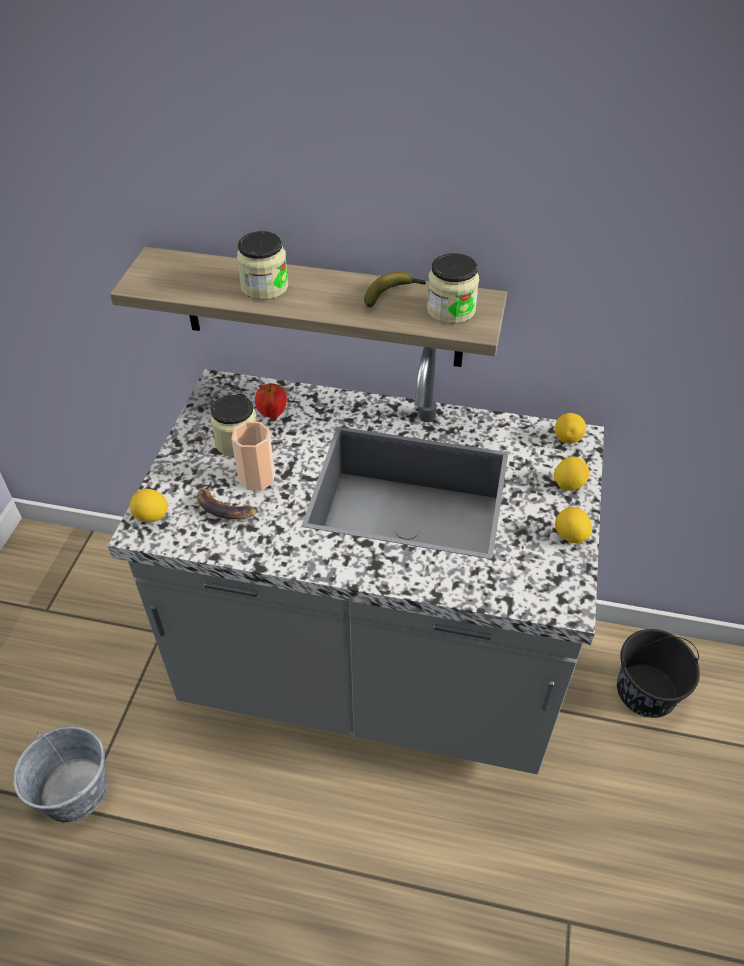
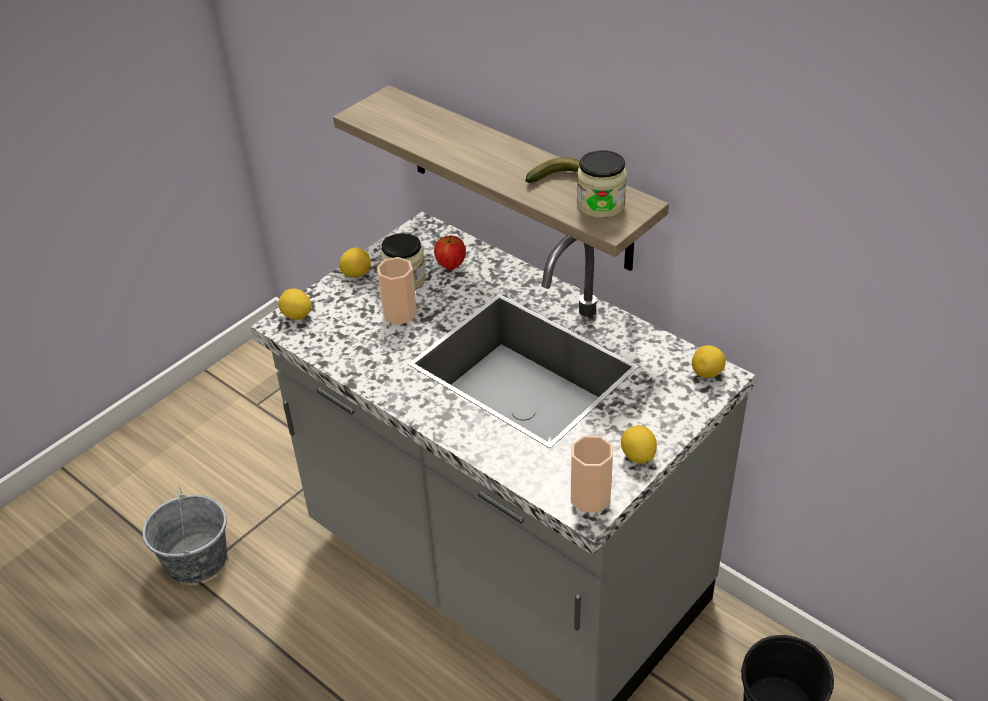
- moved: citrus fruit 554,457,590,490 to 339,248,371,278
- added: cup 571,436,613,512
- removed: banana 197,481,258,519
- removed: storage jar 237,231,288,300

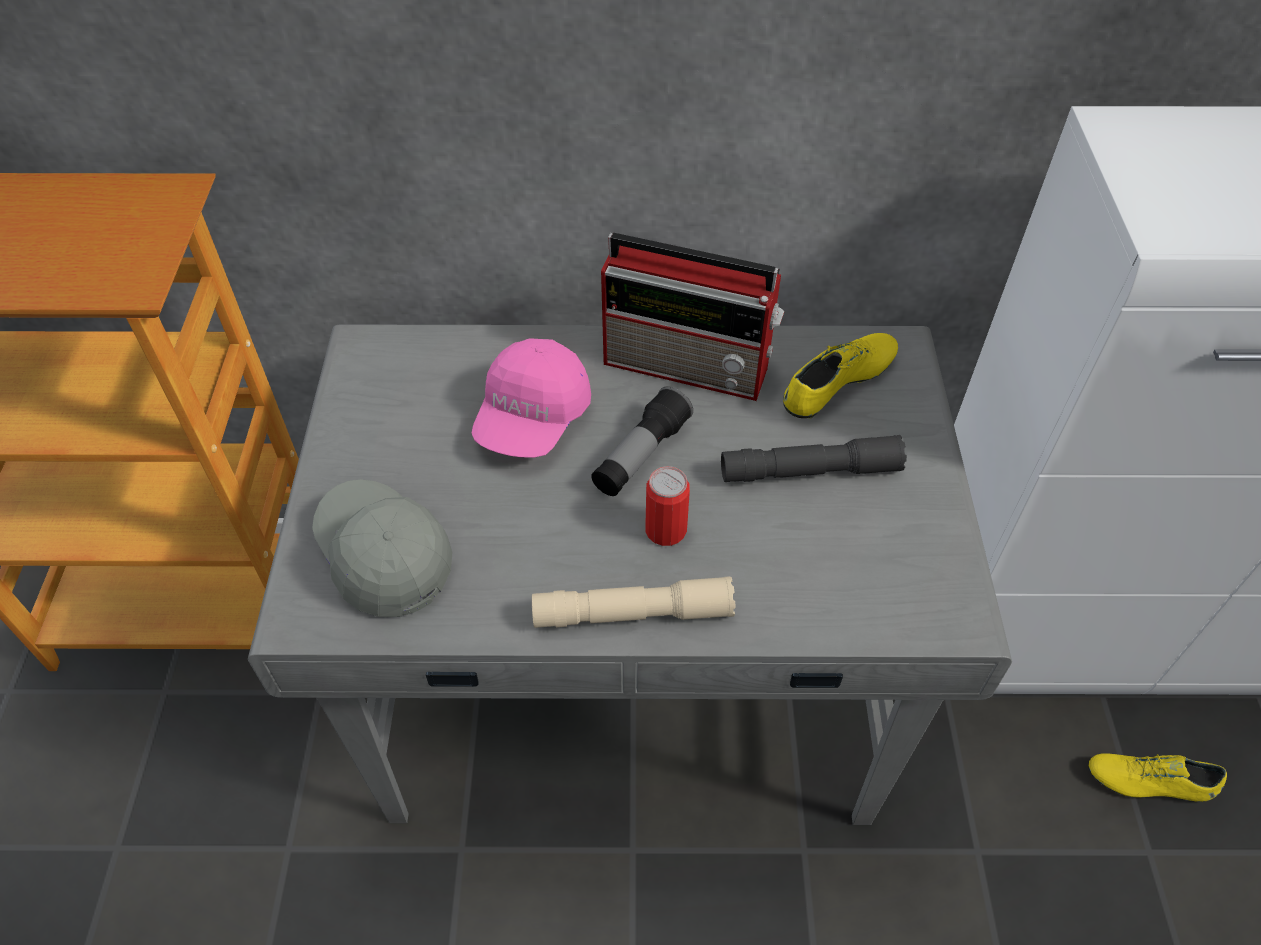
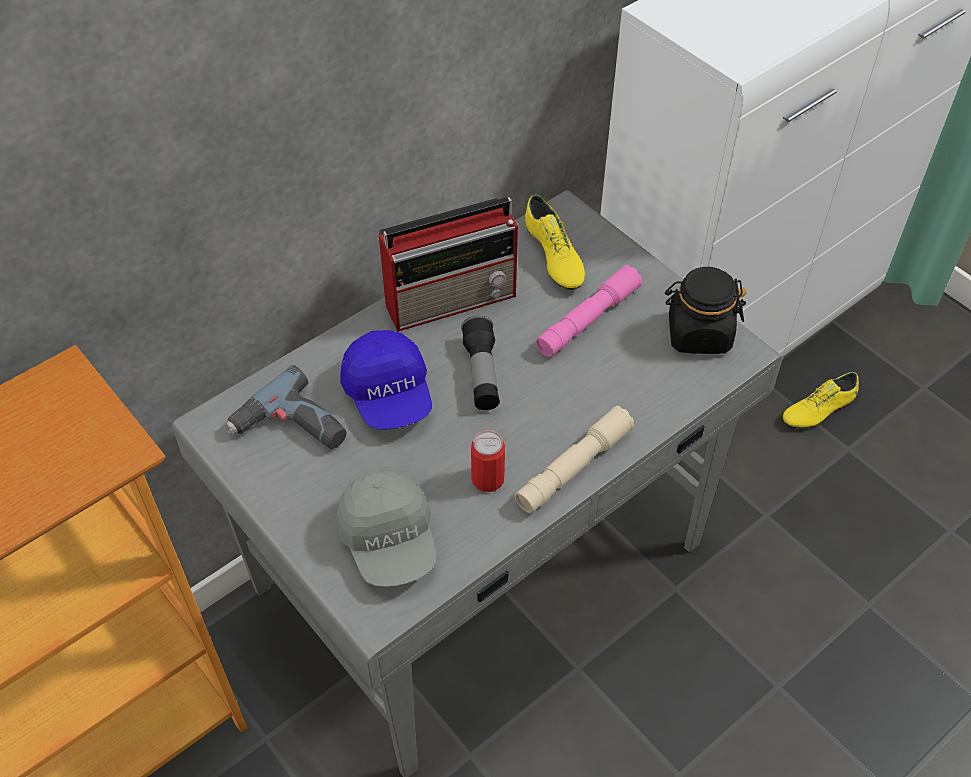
- added: drill 227,365,346,449
- turned: gray baseball cap 312,479,452,617 = 336,471,436,587 120 degrees counterclockwise
- recoloured: pink-coloured baseball cap 471,338,591,458 to bluish baseball cap 340,330,432,429
- moved: sealed can 645,466,690,546 to 471,430,505,492
- turned: yellow shoe 783,333,898,419 = 525,195,585,290 150 degrees clockwise
- recoloured: gray torch 721,435,907,482 to pink-coloured torch 536,265,642,357
- added: black-coloured storage jar 665,267,747,354

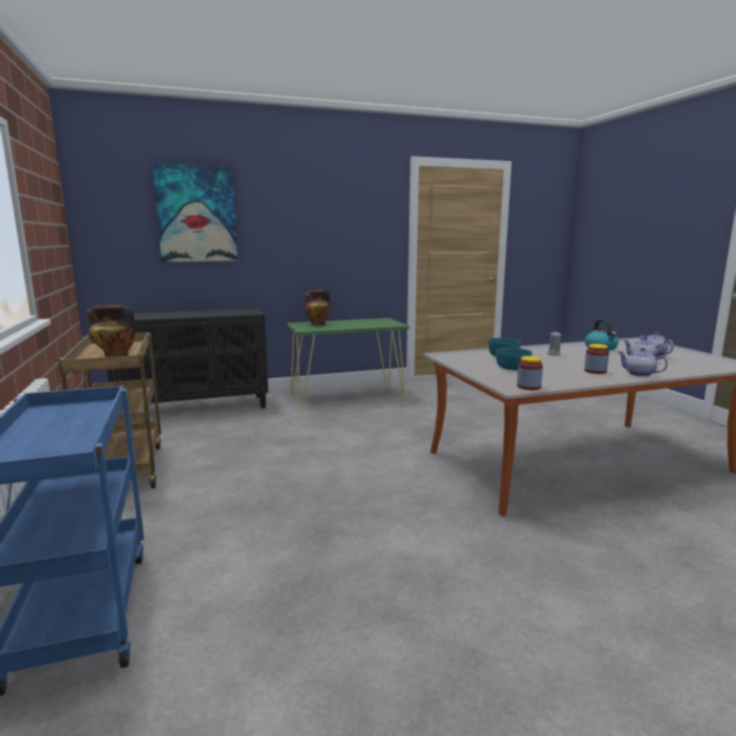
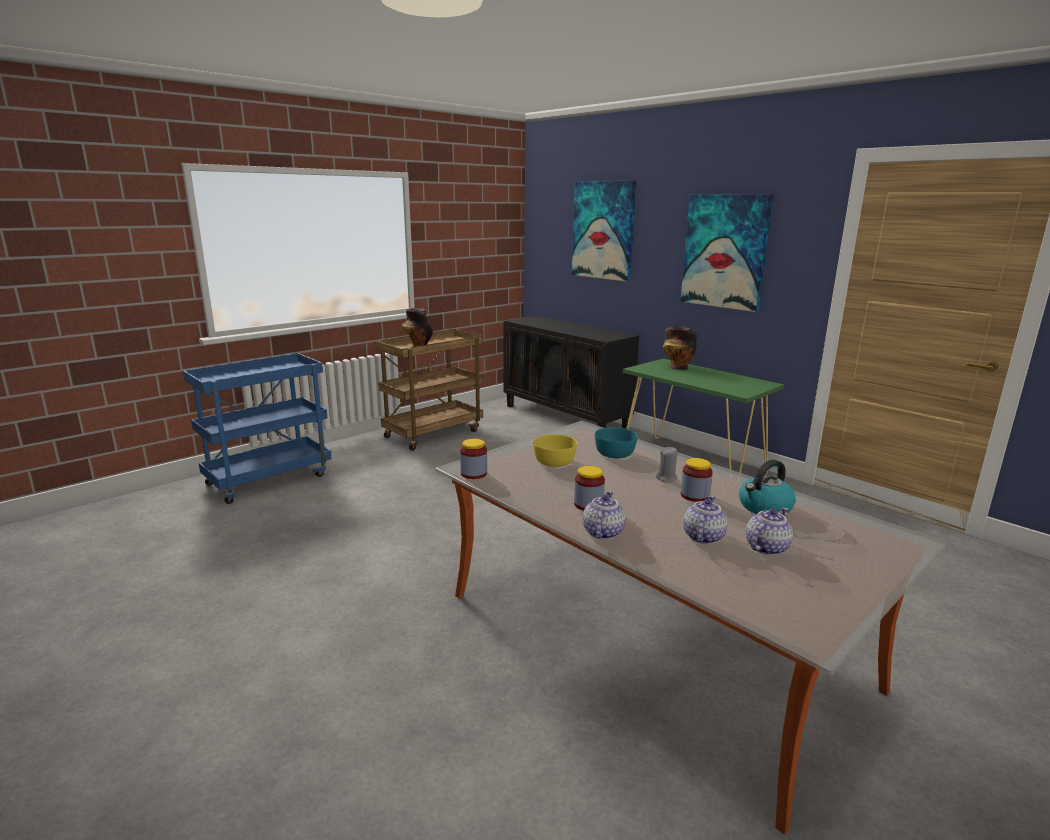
- recoloured: turquoise serving bowl 496,348,532,370 to yellow serving bowl 533,434,577,467
- added: picture 680,194,774,312
- added: storage jar 681,458,713,502

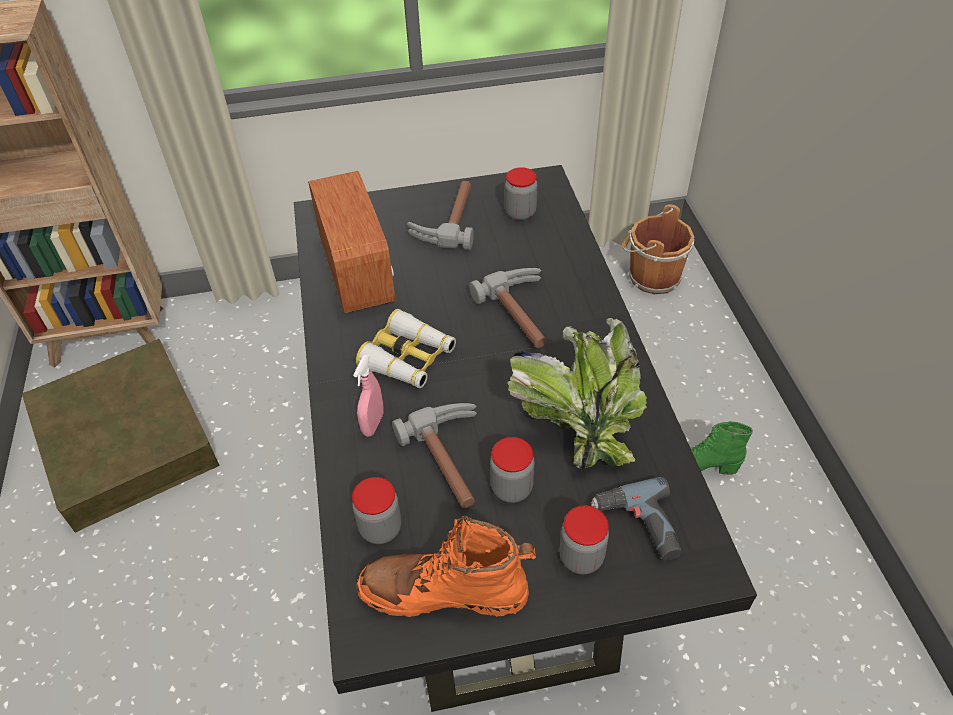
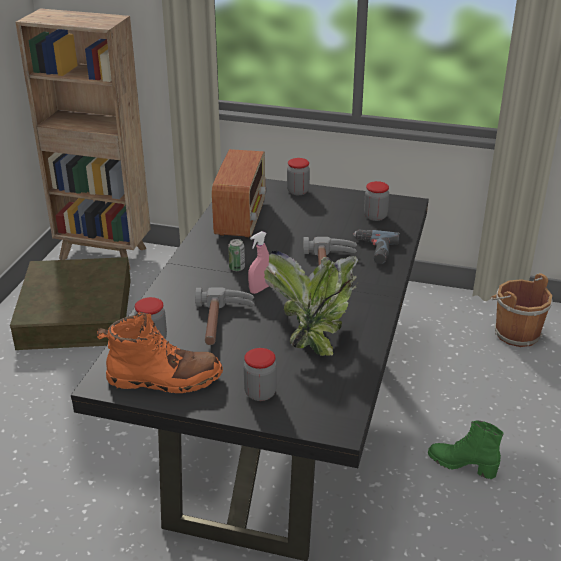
- turned: orange-coloured tall boot 356,515,536,617 = 97,312,223,393 150 degrees clockwise
- replaced: field glasses 356,309,456,388 to sealed can 228,239,245,271
- moved: pink-coloured sprayer 353,355,384,437 to 248,231,269,294
- moved: storage jar 490,437,534,503 to 287,158,310,195
- moved: drill 591,477,681,560 to 353,230,400,264
- removed: hand hammer 407,181,474,250

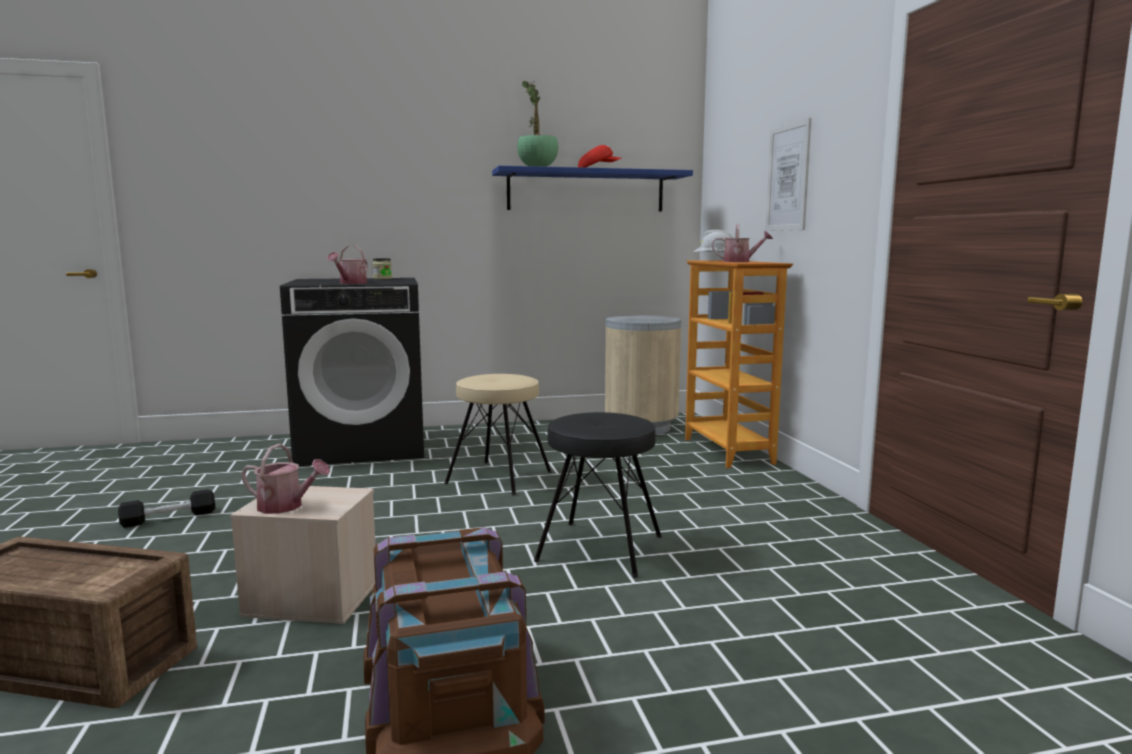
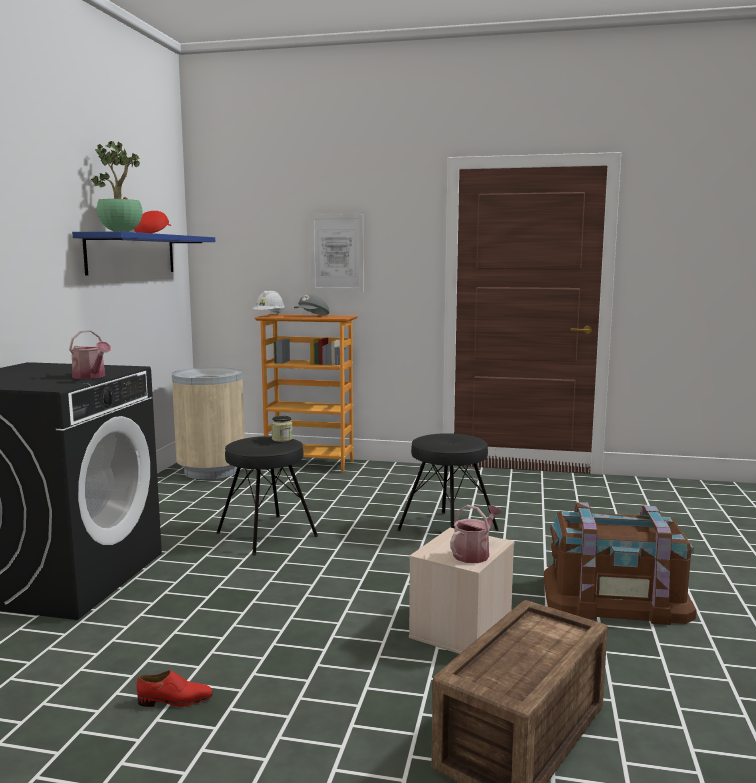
- replaced: black-coloured dumbbell 118,489,215,528 to reddish shoe 137,670,213,707
- recoloured: beige sitting stool 444,374,551,496 to black-coloured sitting stool 217,436,318,556
- moved: storage jar 372,258,392,279 to 271,416,293,442
- replaced: watering pot 712,224,773,262 to gray baseball cap 294,295,329,315

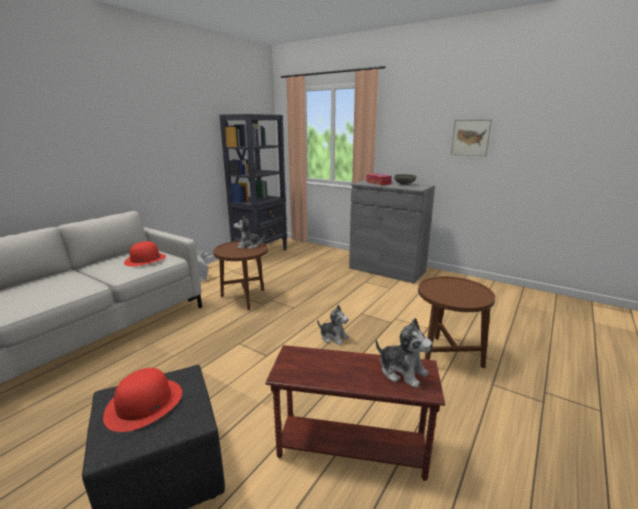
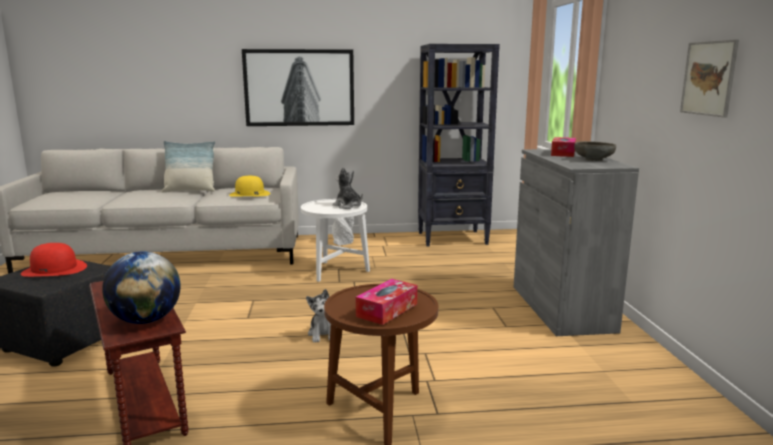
- replaced: soft toy 375,318,433,388 to world globe 102,251,181,324
- added: throw pillow 162,141,215,192
- recoloured: reddish wearable hat 124,241,166,266 to yellow wearable hat 229,176,271,197
- added: picture 242,49,354,126
- recoloured: brownish side table 213,241,268,310 to white side table 301,199,370,282
- added: tissue holder 356,279,417,325

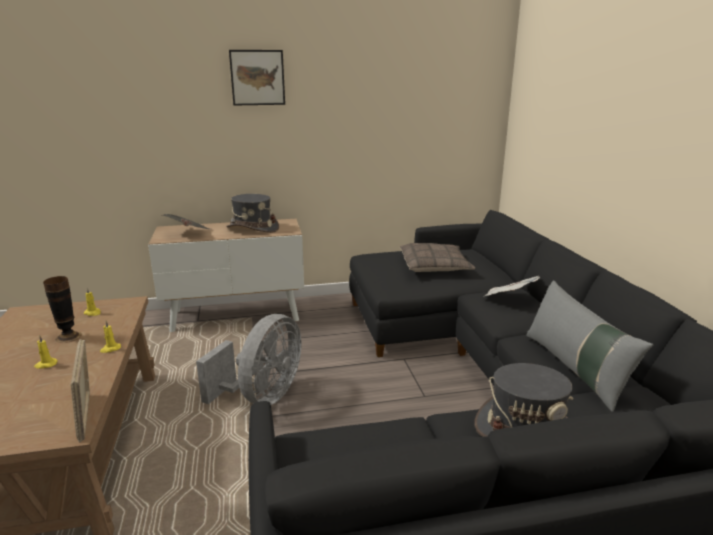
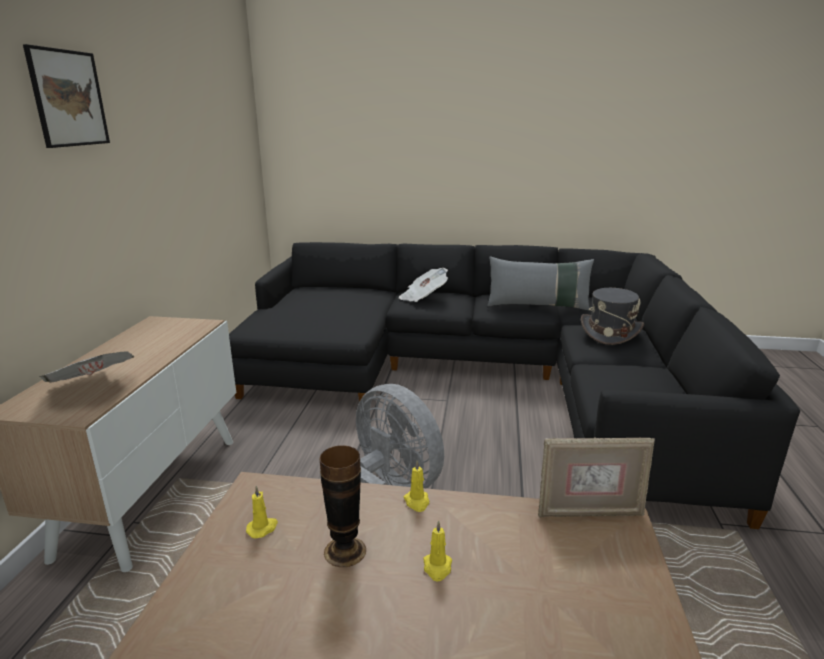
- removed: gray wearable hat 226,194,279,233
- removed: throw pillow 400,243,475,272

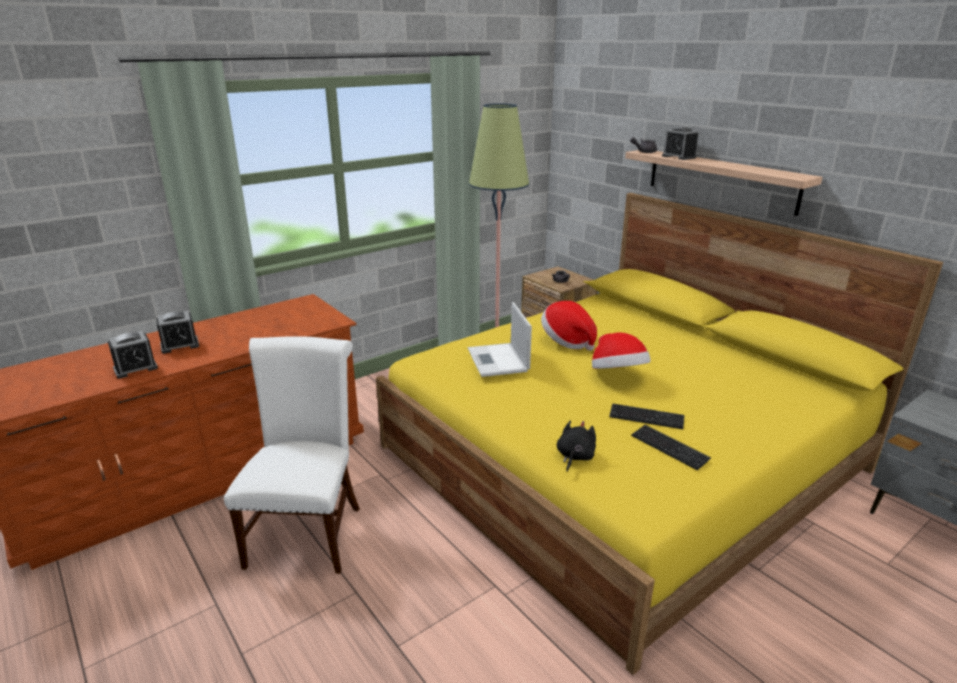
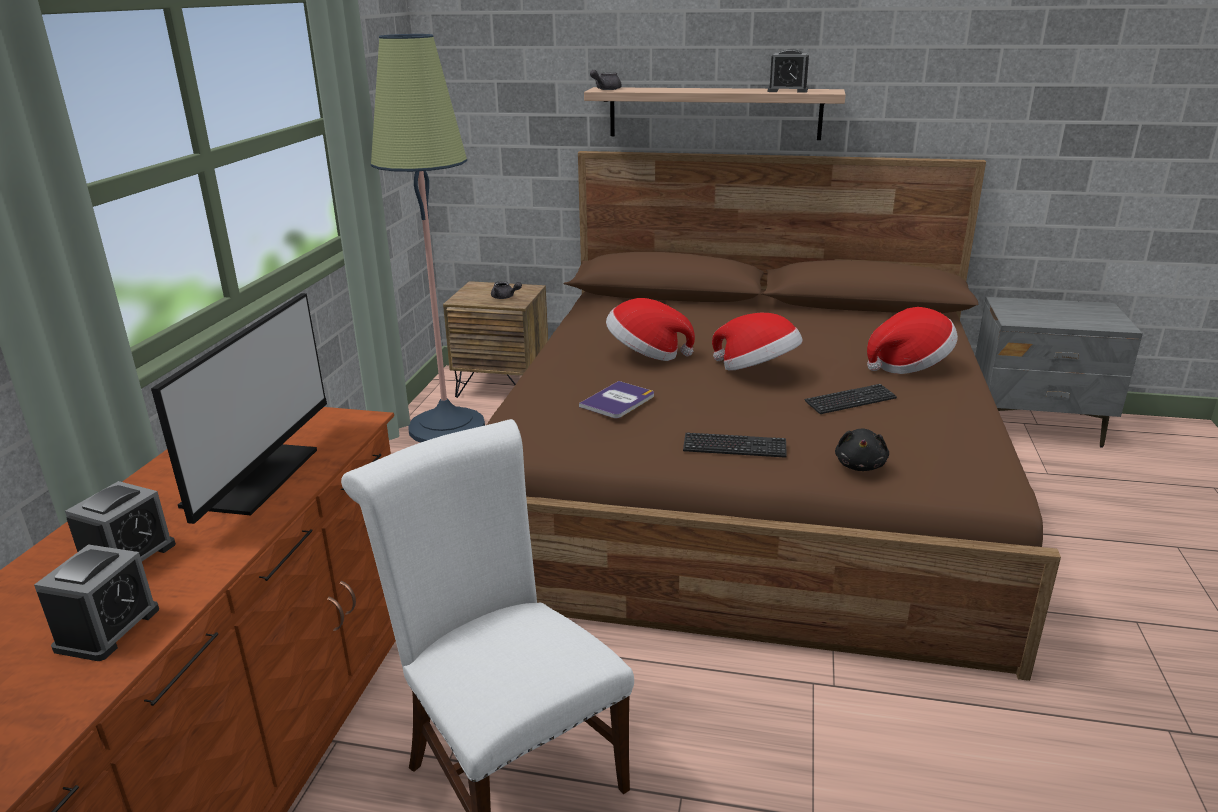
- added: monitor 151,293,327,524
- recoloured: yellow bed 376,193,943,675 to brownish bed 487,151,1061,681
- replaced: notebook computer 468,302,532,377 to bound book 579,381,654,418
- moved: computer keyboard 631,425,711,470 to 683,433,787,458
- moved: bedside clock 662,127,699,160 to 768,49,809,93
- turned: black-coloured soft toy 557,421,596,471 = 835,429,889,471 150 degrees counterclockwise
- added: wearable hat 867,307,958,374

